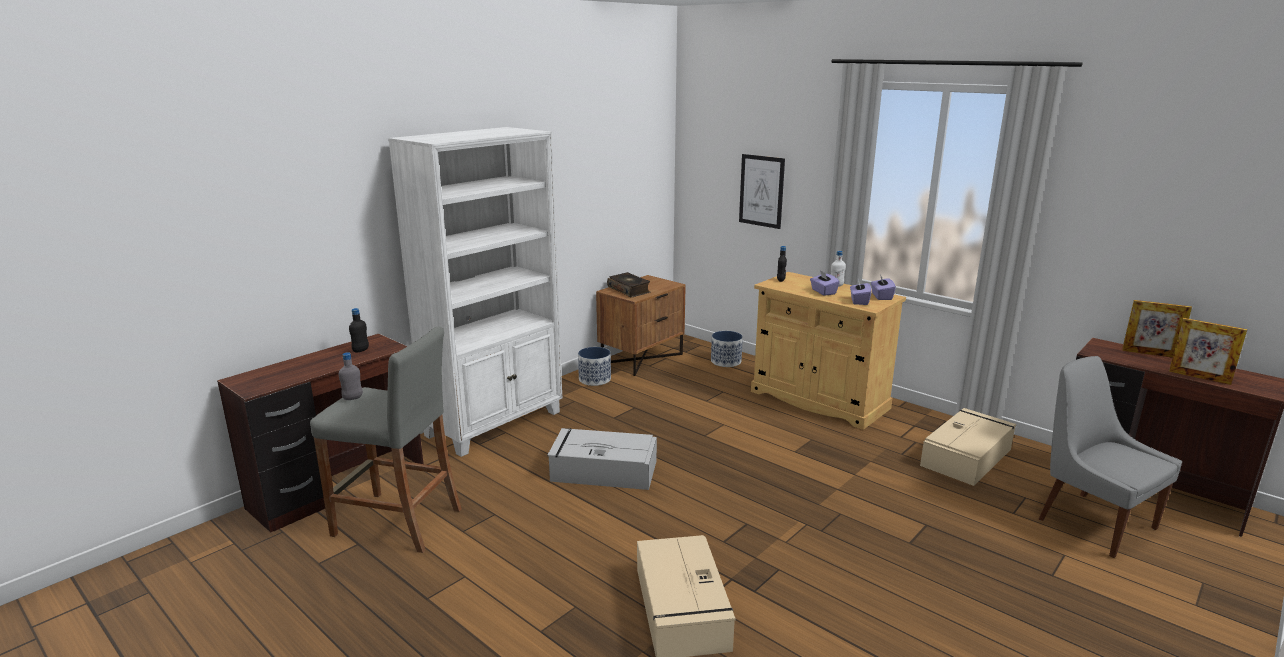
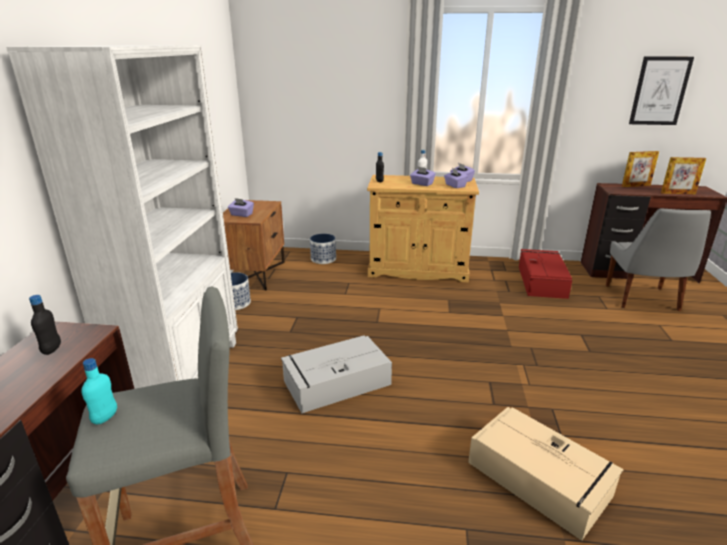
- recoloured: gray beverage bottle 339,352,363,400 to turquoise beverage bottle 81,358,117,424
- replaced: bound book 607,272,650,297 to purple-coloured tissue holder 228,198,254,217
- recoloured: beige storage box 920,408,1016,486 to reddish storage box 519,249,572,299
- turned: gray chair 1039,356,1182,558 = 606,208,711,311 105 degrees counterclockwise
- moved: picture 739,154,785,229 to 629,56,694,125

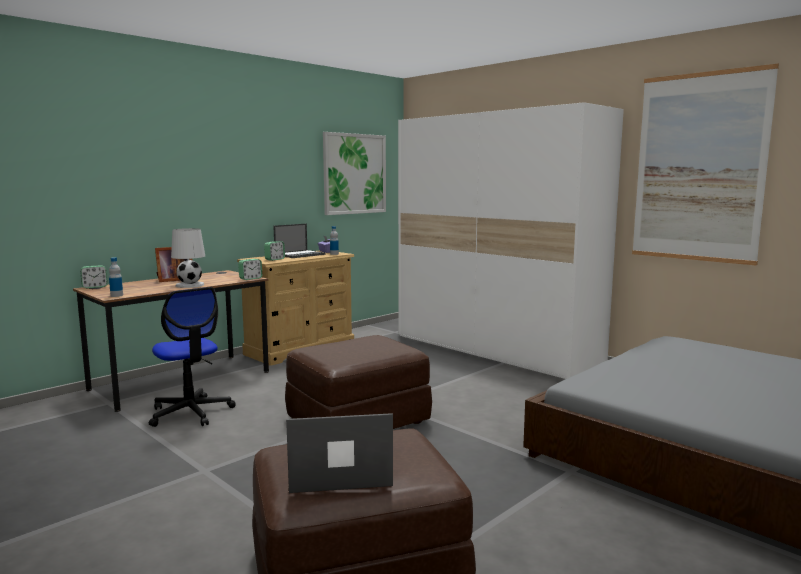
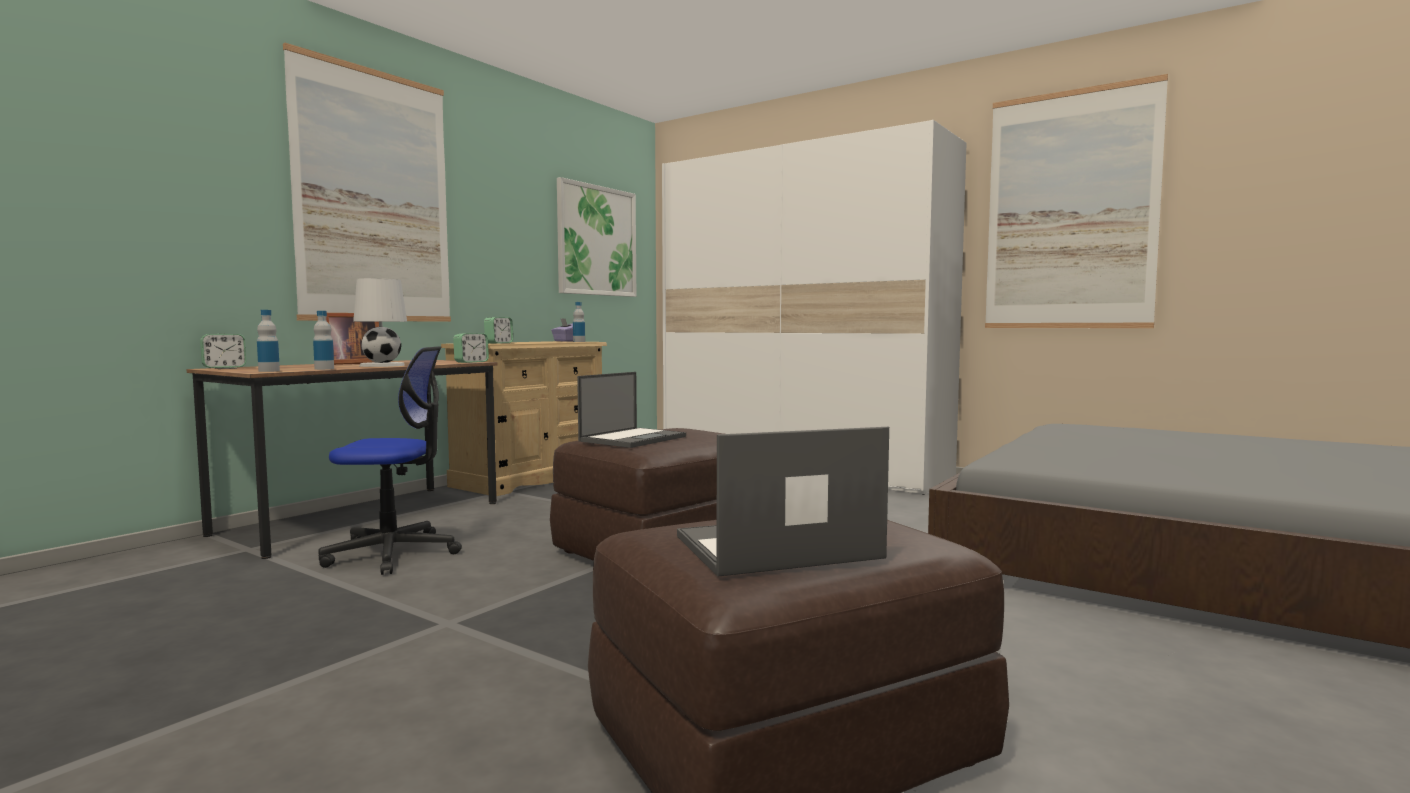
- added: picture 283,43,451,322
- added: beverage bottle 313,311,334,370
- turned: computer chair 149,287,236,427 = 318,346,462,575 45 degrees counterclockwise
- moved: notebook computer 273,224,325,258 to 577,372,686,448

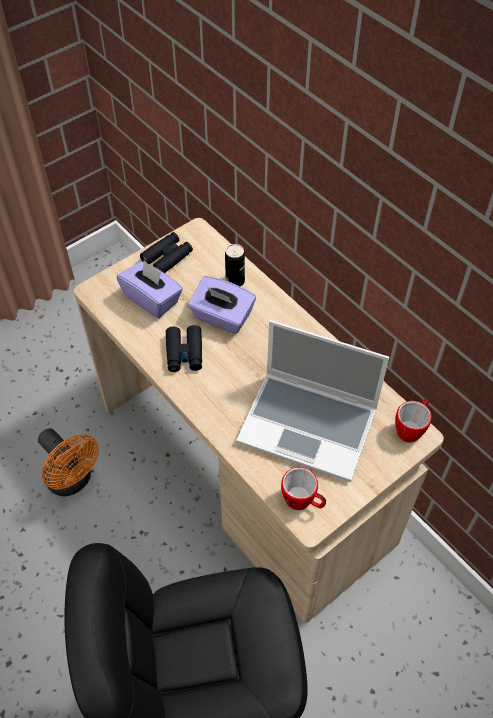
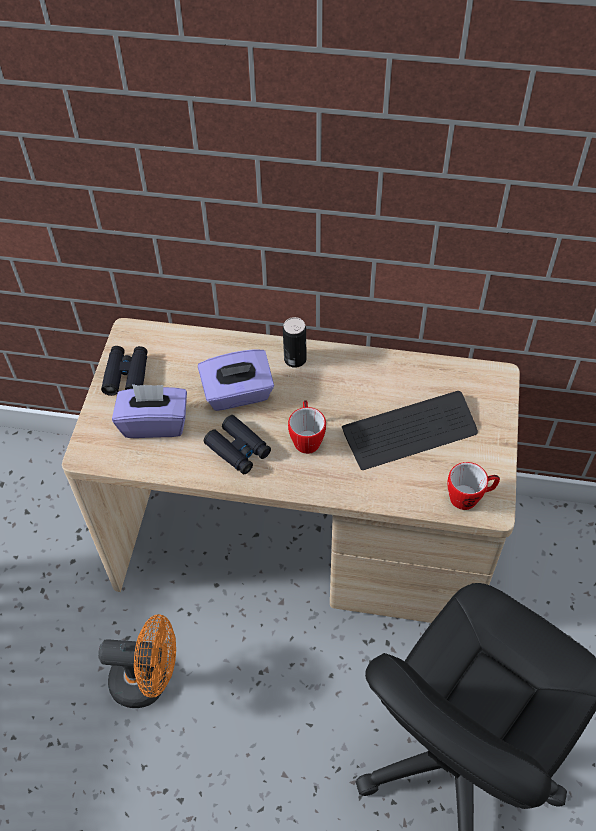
- moved: sealed can 225,244,245,286 to 283,317,307,368
- moved: coffee mug 395,398,432,443 to 288,400,326,454
- replaced: notebook computer 236,320,389,482 to computer keyboard 342,391,478,470

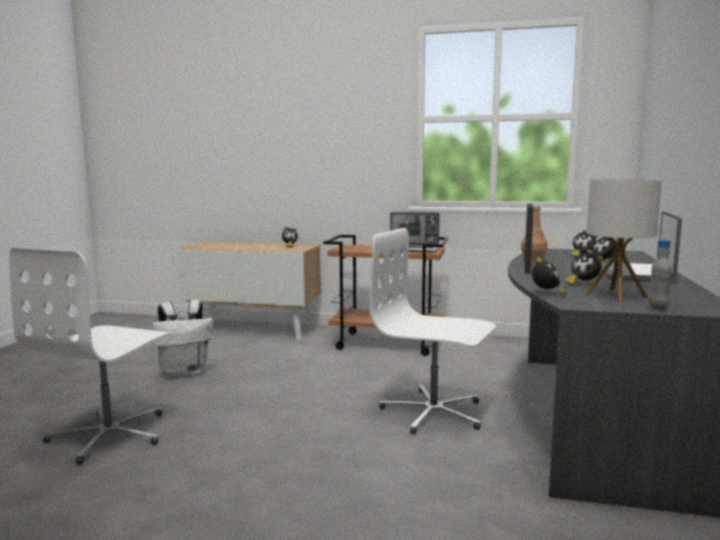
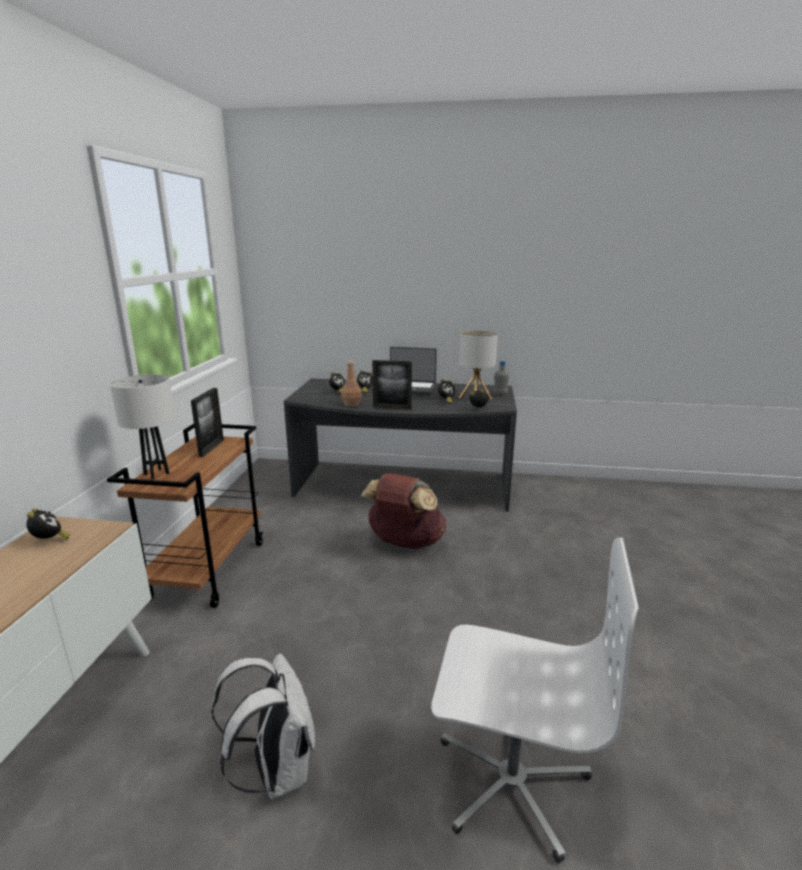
- added: white table lamp 110,374,175,479
- replaced: notebook computer 390,212,440,252 to picture frame 191,388,224,457
- replaced: white computer chair 370,228,496,434 to brownish knapsack 361,473,446,549

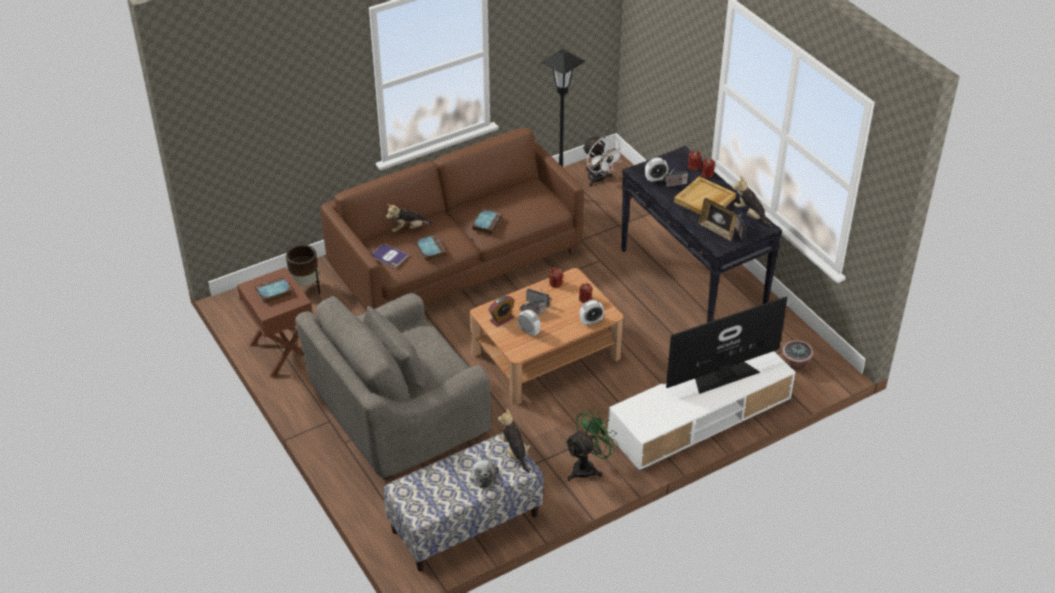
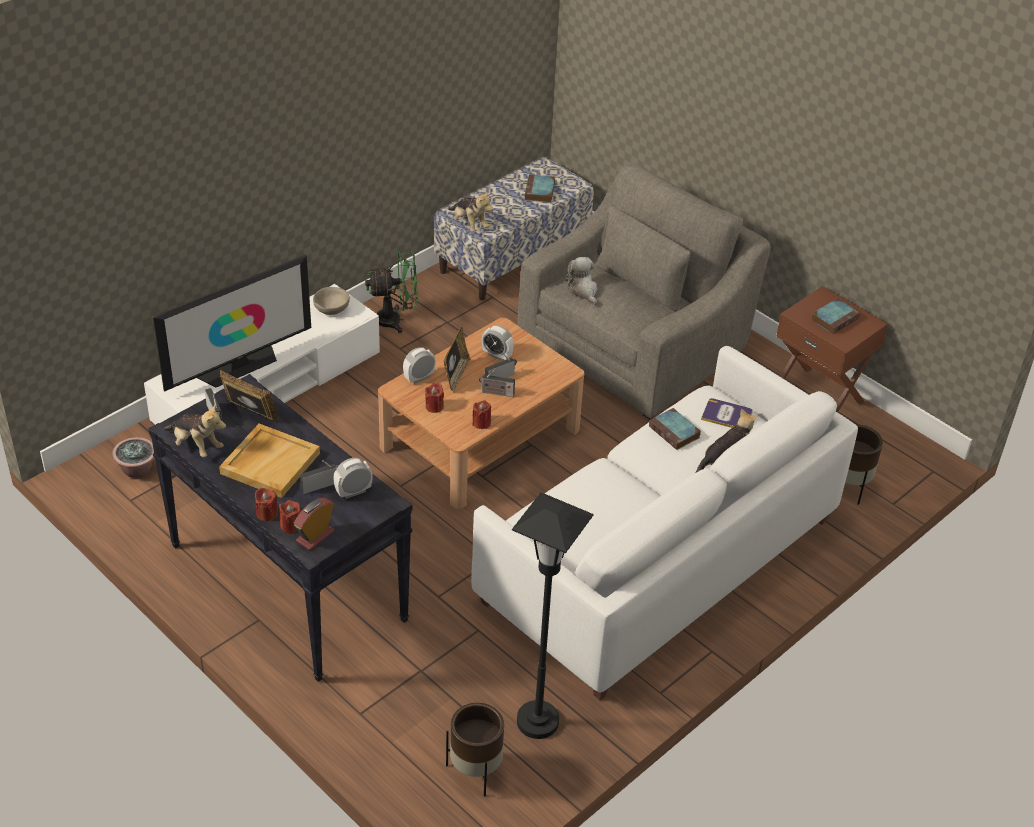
- moved: bedside clock 489,296,515,327 to 294,498,334,550
- added: beige serving bowl 313,287,350,315
- turned: green cooling fan 565,409,619,481 = 365,251,418,333 135 degrees counterclockwise
- added: picture frame 444,327,471,393
- replaced: white cooling fan 582,135,624,187 to brownish planter 446,703,504,797
- recoloured: brownish settee 321,128,584,311 to white settee 471,346,858,700
- moved: bound book 472,209,502,235 to 525,174,555,203
- moved: soft toy 470,453,499,488 to 565,257,597,305

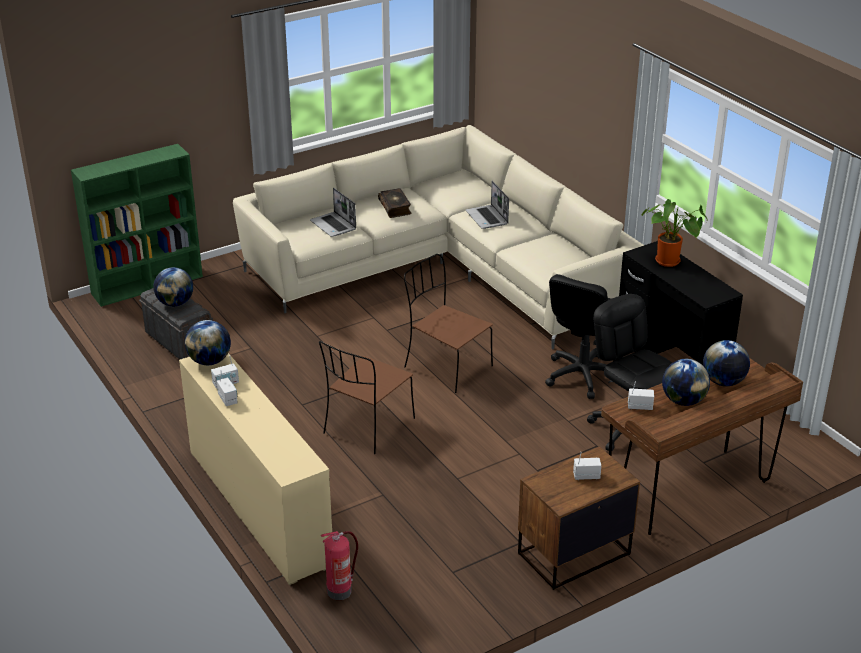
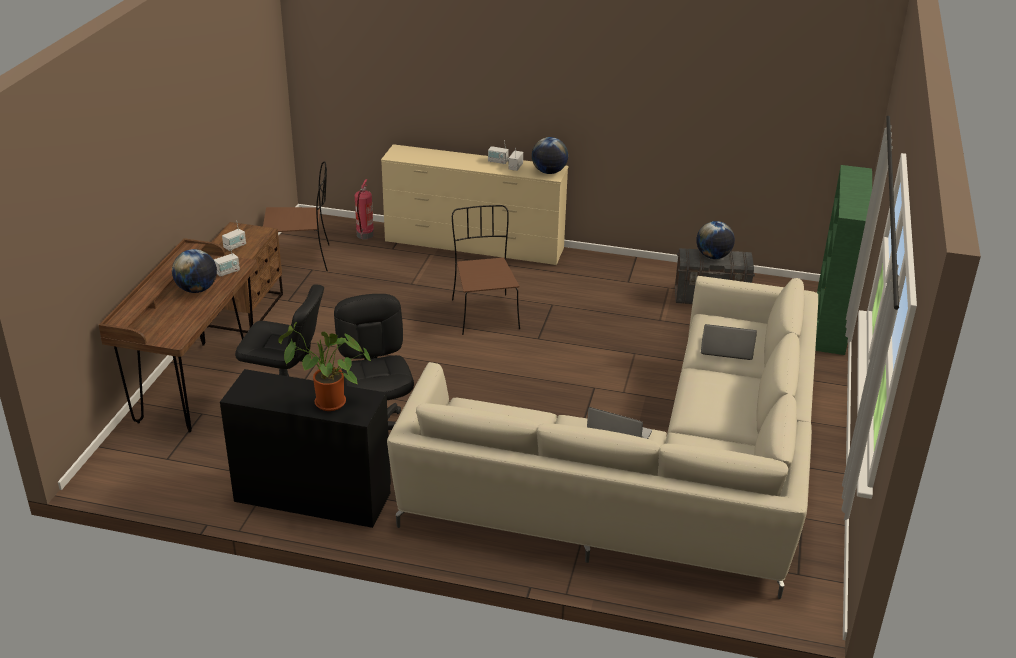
- moved: brownish chair 404,254,493,393 to 263,161,329,271
- removed: bound book 378,188,412,218
- removed: world globe 703,340,750,386

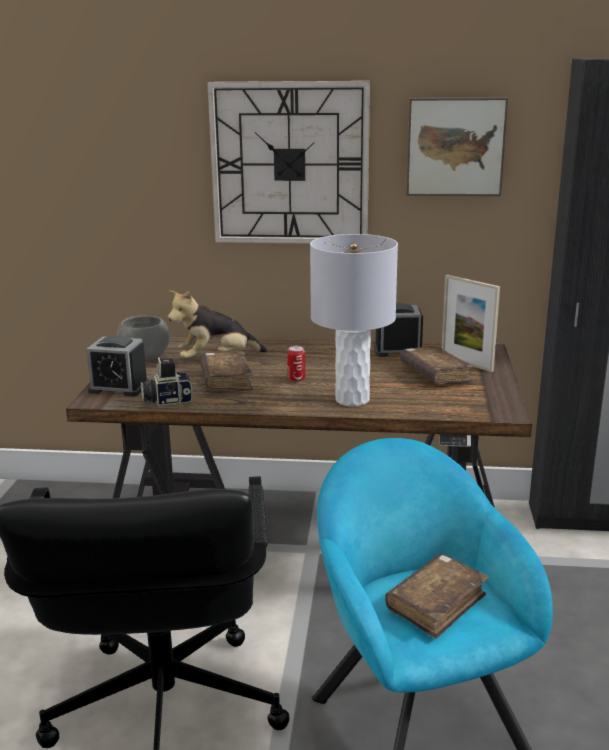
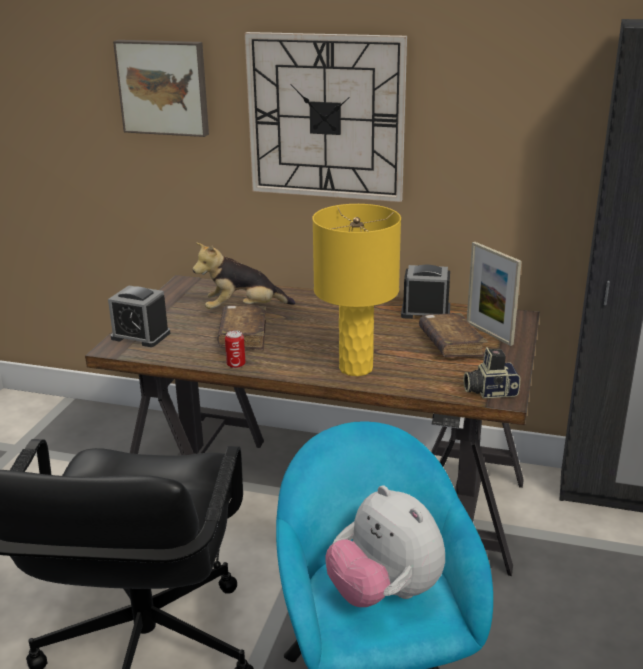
- moved: picture 407,97,508,196 to 113,40,209,137
- moved: sealed can 287,346,305,382 to 225,330,245,368
- recoloured: gray table lamp 310,234,398,406 to yellow table lamp 312,204,401,376
- replaced: brownish bound book 385,554,489,639 to soft toy 326,485,445,607
- moved: still camera 141,357,192,406 to 464,347,520,399
- removed: gray serving bowl 117,315,169,361

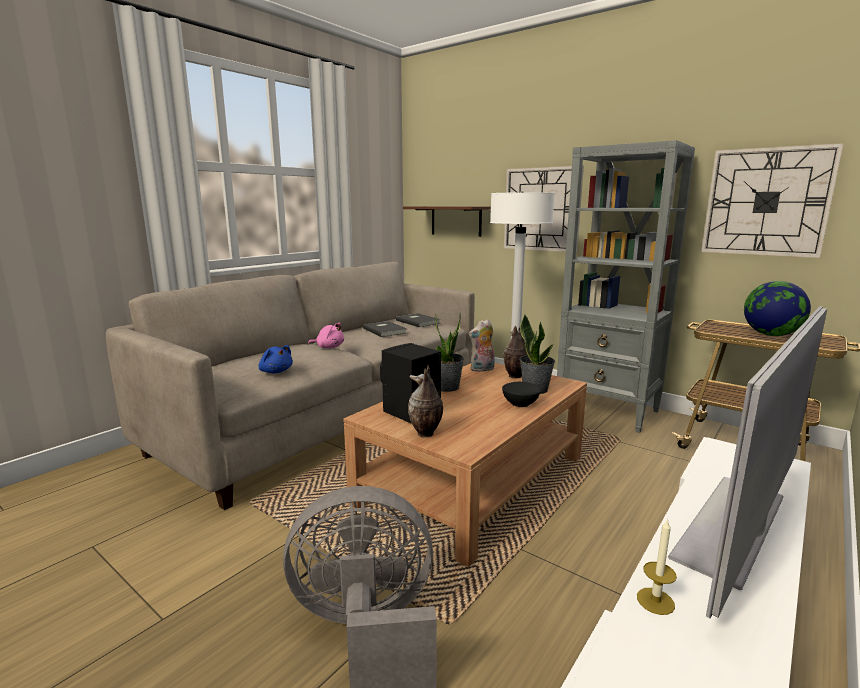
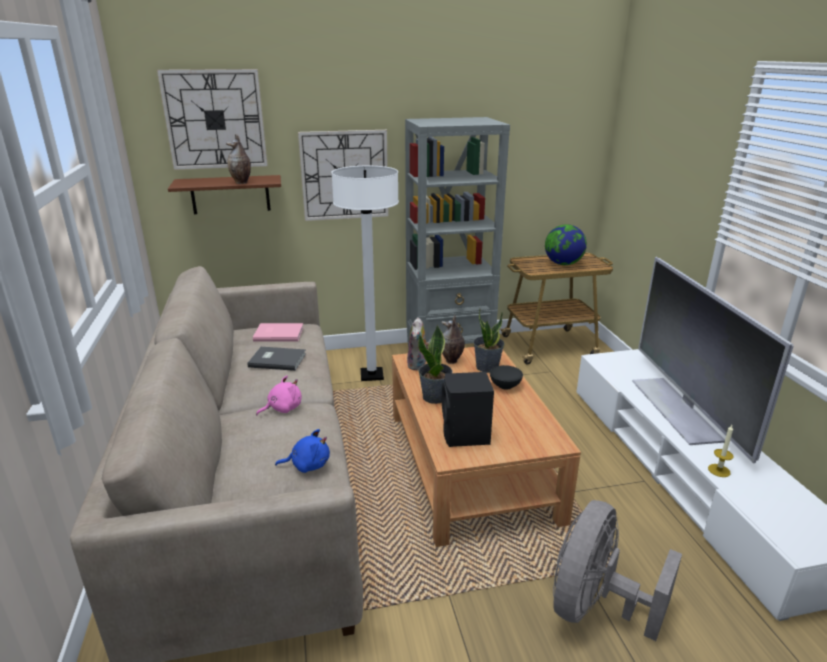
- moved: clock on the wall 701,143,844,258 to 157,69,268,170
- moved: decorative vase 408,365,443,438 to 226,134,251,184
- recoloured: gray bound book 396,313,441,327 to pink-coloured bound book 253,323,303,342

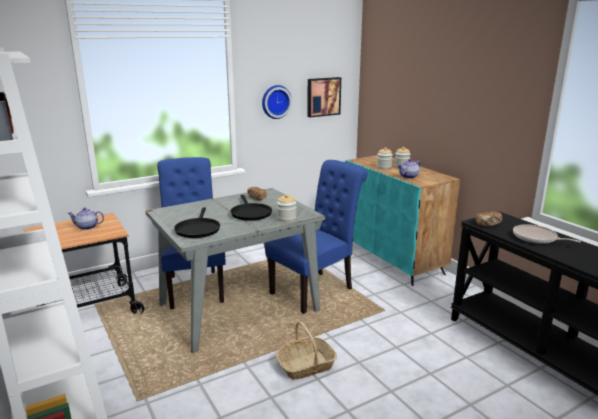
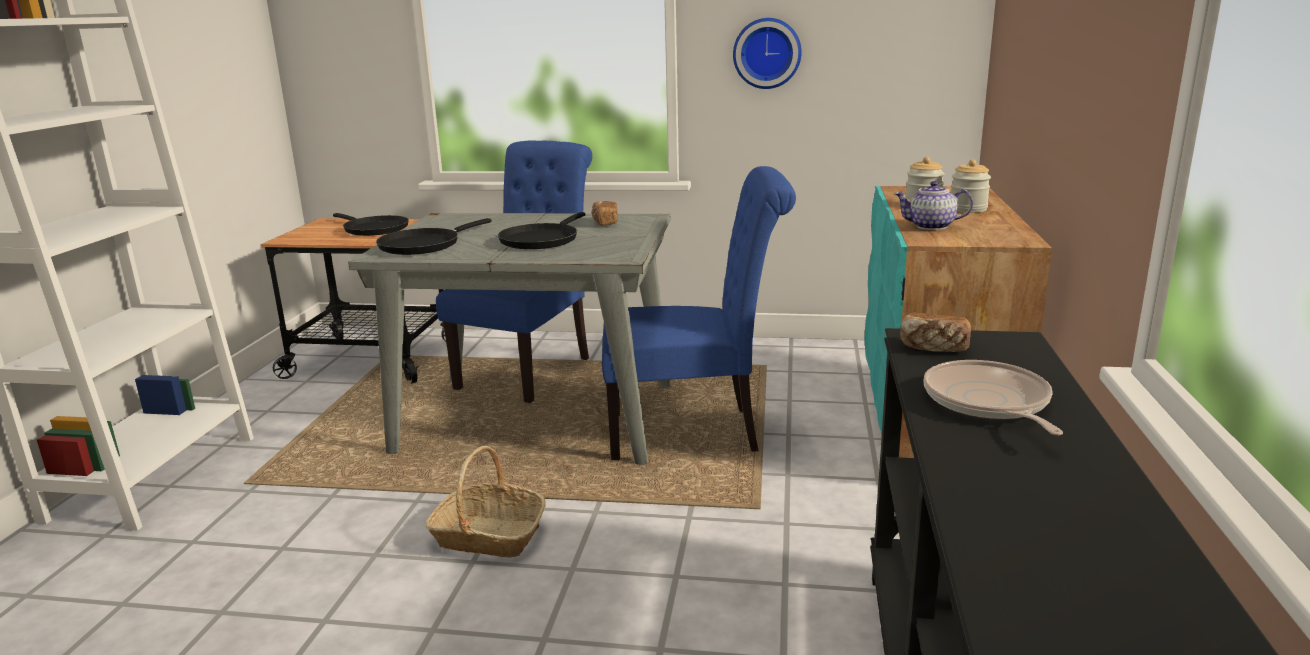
- replaced: pot for tea 68,207,104,230 to black-coloured pan 333,213,409,236
- removed: storage jar 277,194,296,222
- removed: picture 307,77,341,117

